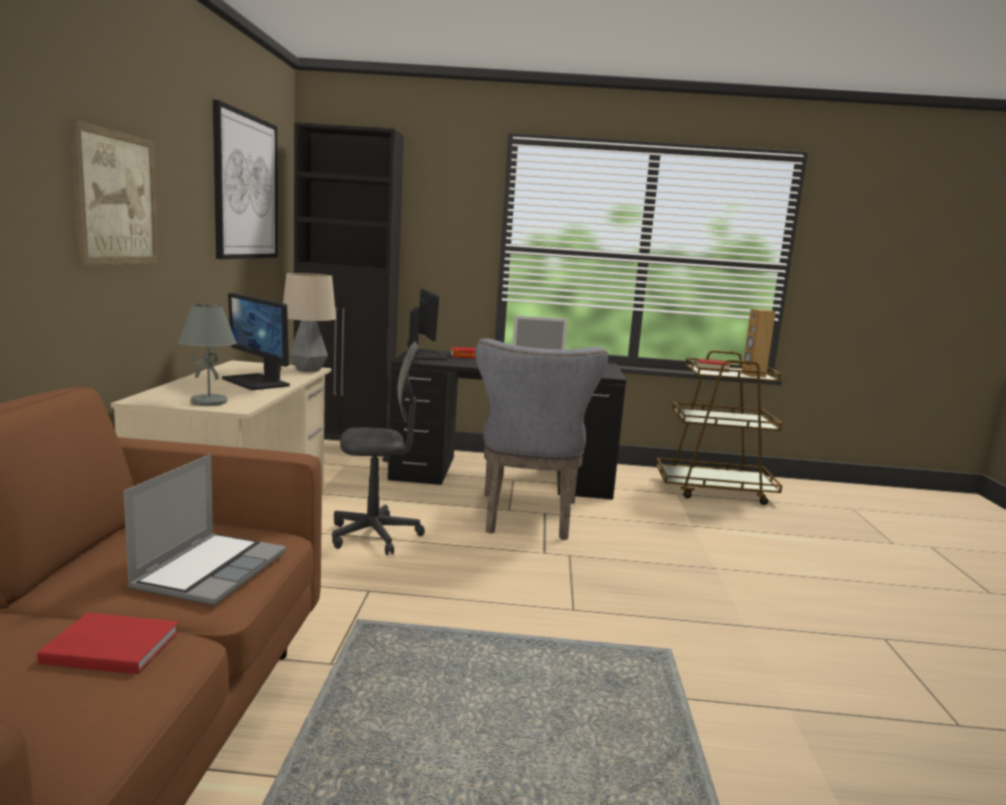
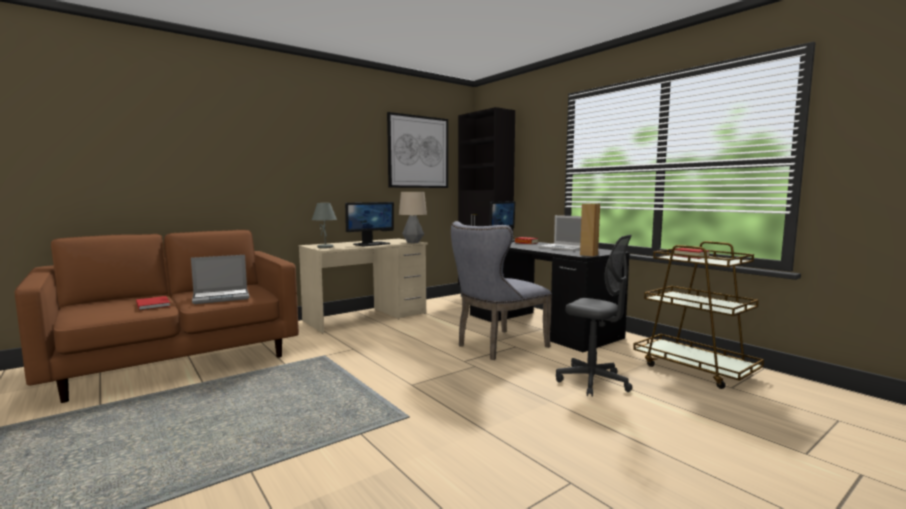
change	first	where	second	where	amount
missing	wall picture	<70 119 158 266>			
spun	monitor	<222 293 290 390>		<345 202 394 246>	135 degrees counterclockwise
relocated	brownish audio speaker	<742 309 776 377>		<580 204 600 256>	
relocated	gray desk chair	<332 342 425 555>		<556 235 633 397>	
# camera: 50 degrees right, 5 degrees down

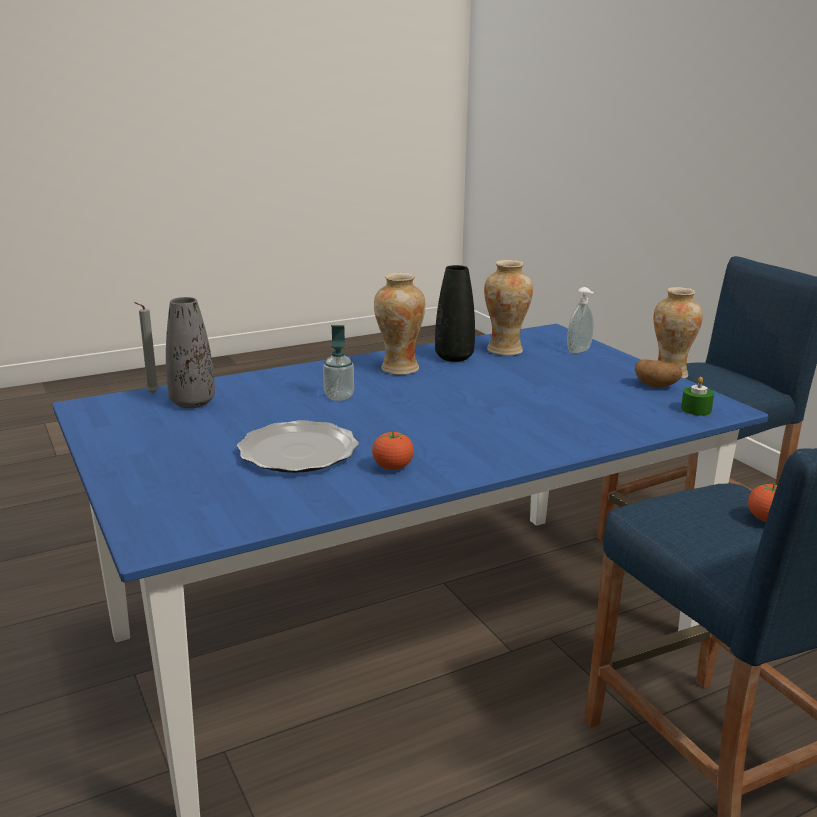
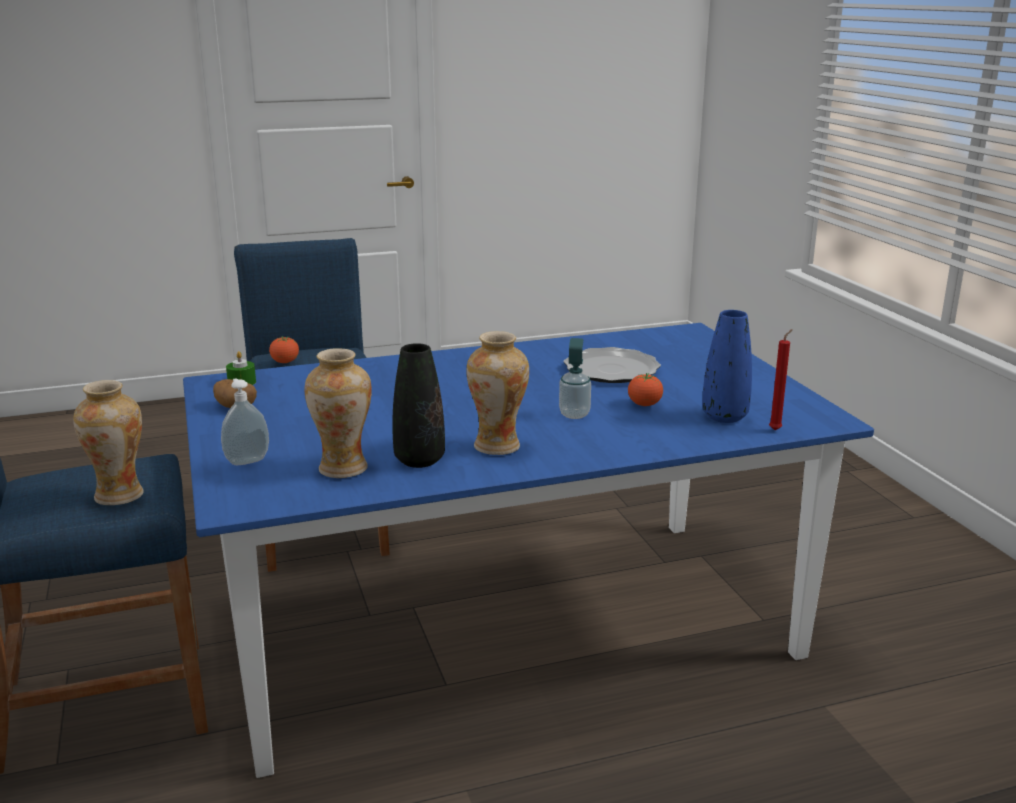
change	first	where	second	where	amount
colour	gray flower vase	<166 297 215 408>	bluish flower vase	<702 310 752 423>	
colour	gray wax light	<134 302 159 393>	red-coloured wax light	<769 329 793 430>	
relocated	tomato	<372 431 414 470>		<628 373 663 406>	
# camera: 170 degrees left, 0 degrees up

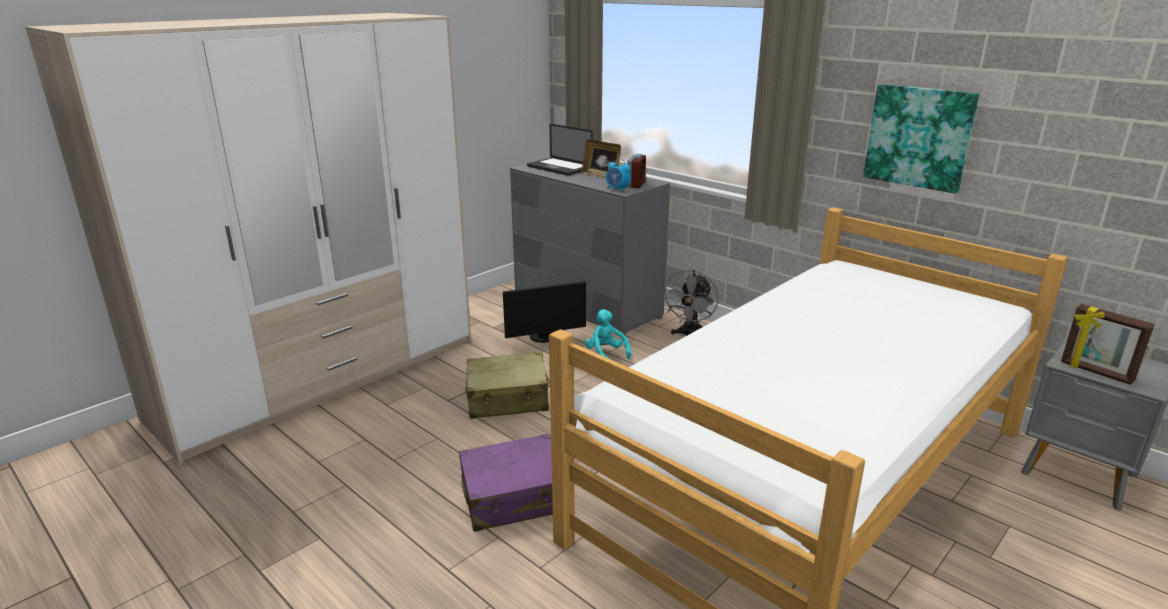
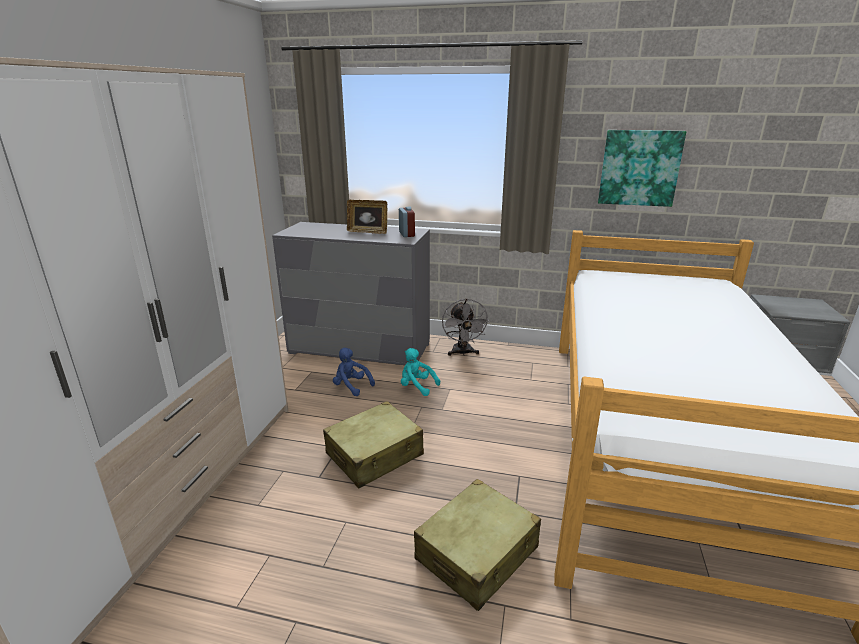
change	first	where	second	where	amount
missing	portable computer	<527 124 593 175>			
missing	table clock	<606 159 631 192>			
exchanged	monitor	<503 281 586 343>	bluish cuddly toy	<333 348 375 396>	
missing	standing frame	<1061 304 1155 385>			
colour	purplish piece of luggage	<459 434 553 532>	sand-coloured piece of luggage	<414 479 541 611>	
# camera: 30 degrees left, 0 degrees up

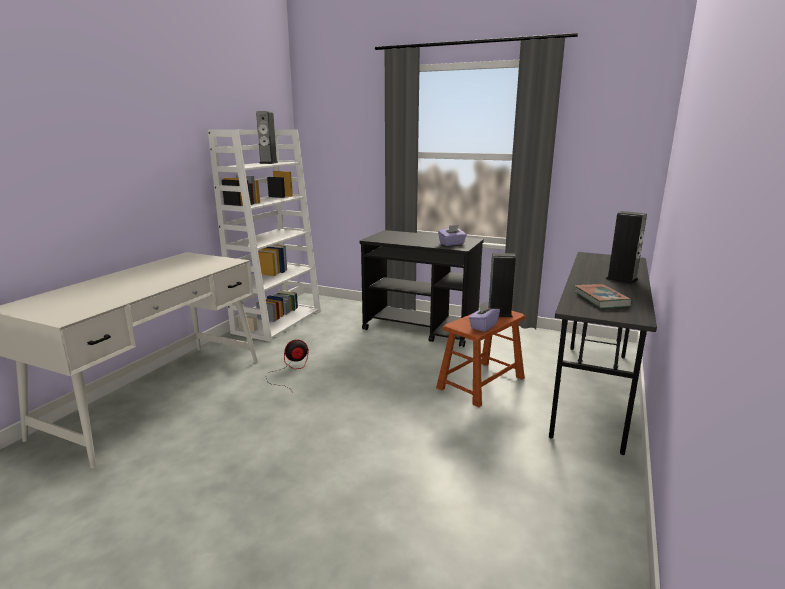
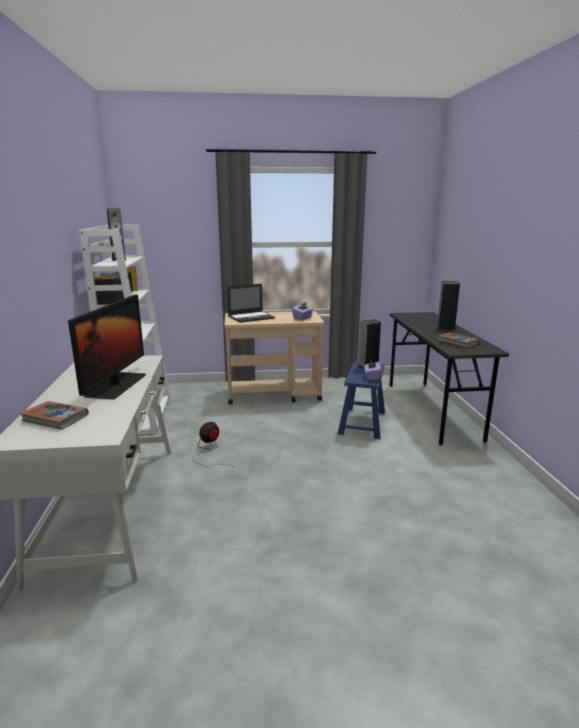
change	first	where	second	where	amount
colour	black trolley	<360 230 484 347>	sand-coloured trolley	<224 311 324 404>	
colour	brownish sitting stool	<436 306 526 407>	bluish sitting stool	<338 362 385 439>	
appeared			portable computer	<227 284 275 323>	
appeared			monitor	<68 295 146 400>	
appeared			bound book	<20 401 89 430>	
# camera: 30 degrees left, 0 degrees up

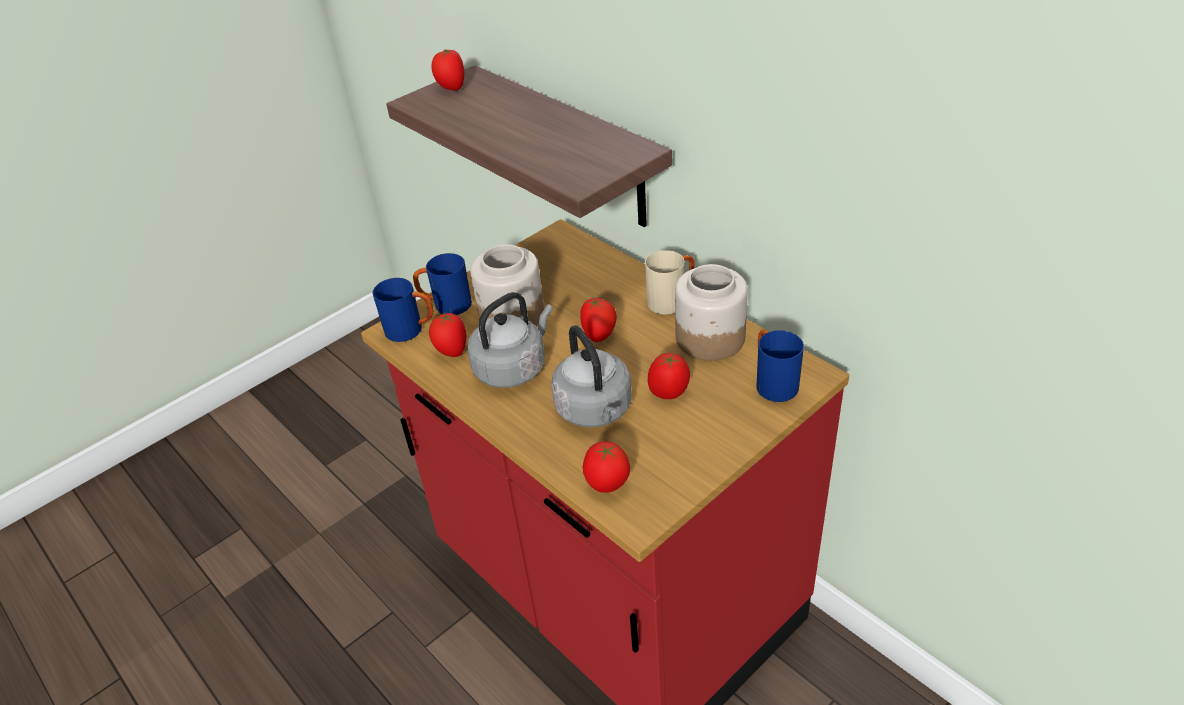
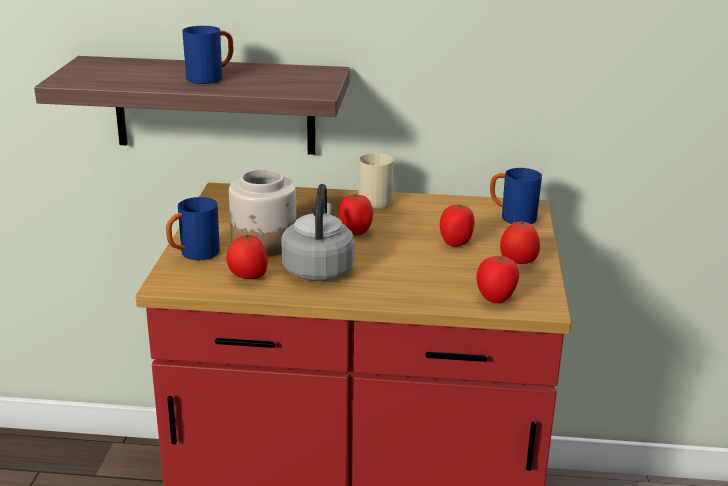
change	first	where	second	where	amount
relocated	tomato	<431 49 464 90>		<500 221 540 264>	
missing	preserve jar	<675 264 748 361>			
relocated	bluish coffee mug	<372 278 433 342>		<182 26 233 84>	
missing	gray tea kettle	<551 325 632 427>			
# camera: 45 degrees left, 15 degrees down

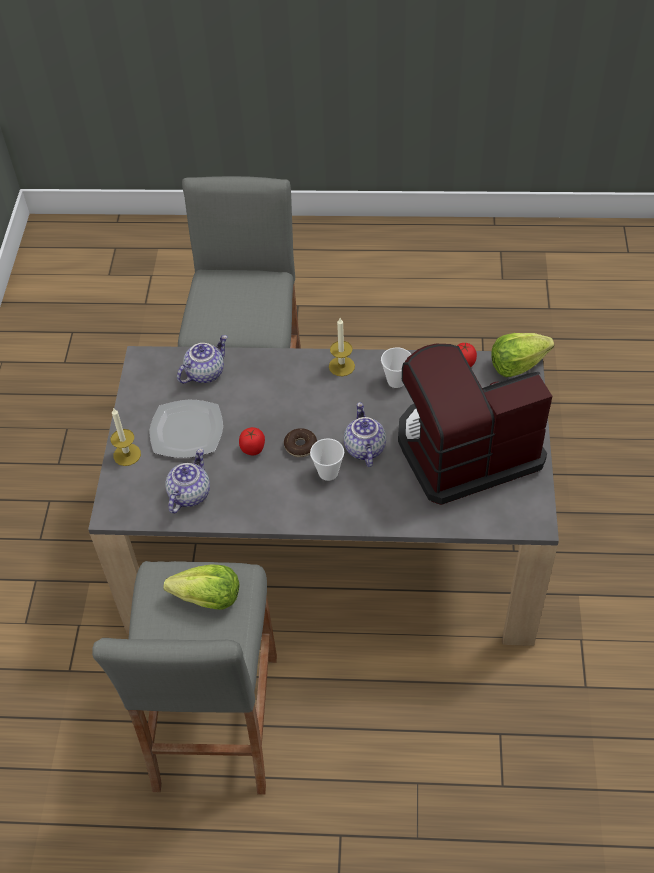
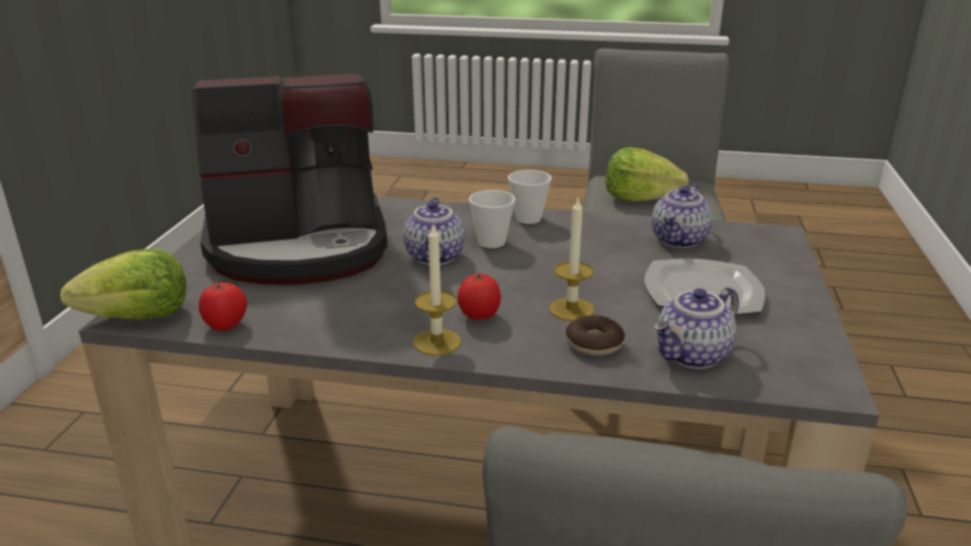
change	first	where	second	where	amount
relocated	cup	<381 347 411 388>		<508 170 552 224>	
relocated	wax light	<111 408 141 466>		<549 196 594 321>	
relocated	tomato	<239 427 265 455>		<457 272 501 320>	
relocated	ring doughnut	<284 428 317 457>		<566 315 625 356>	
# camera: 175 degrees left, 25 degrees down

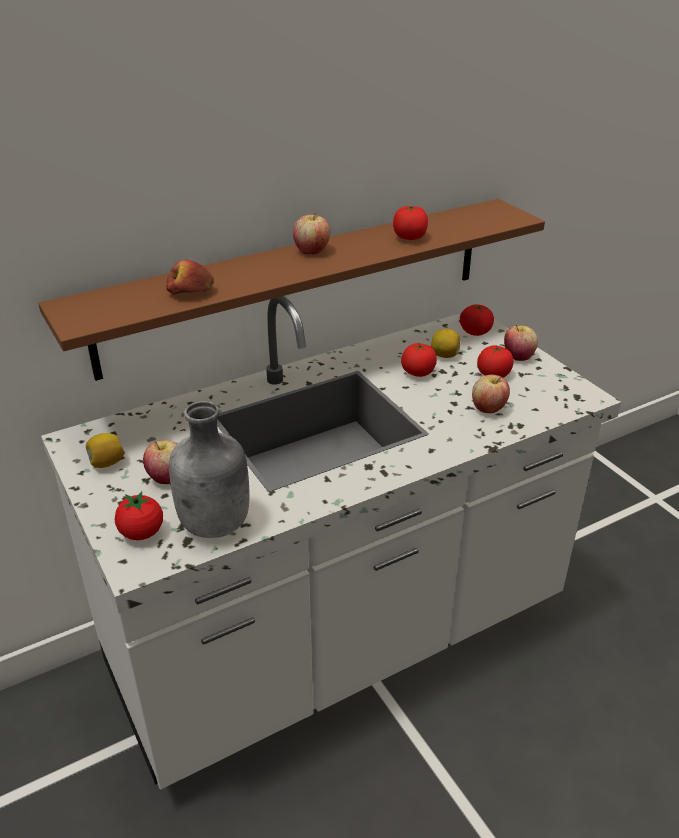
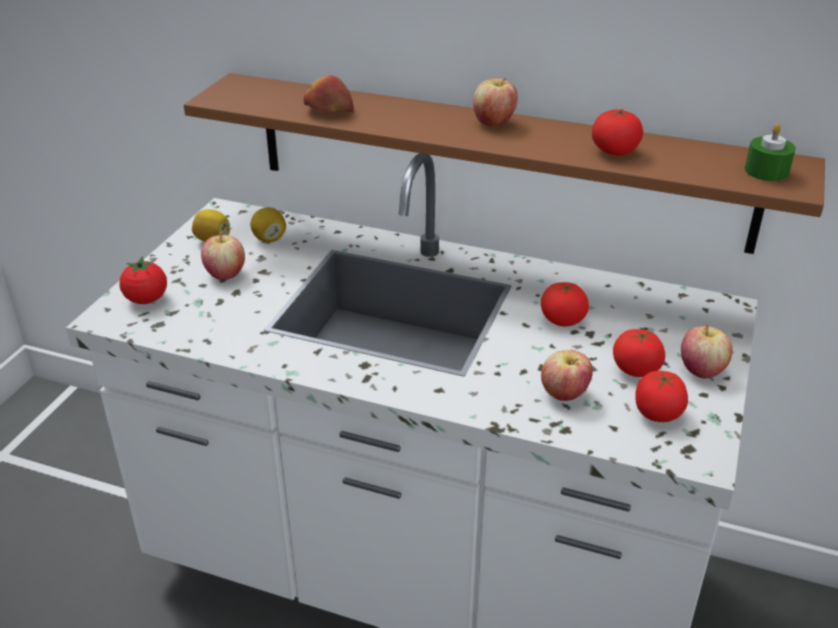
change	first	where	second	where	amount
relocated	tomato	<460 304 494 336>		<635 371 688 422>	
relocated	lemon	<431 329 461 358>		<250 207 286 242>	
missing	gray beverage bottle	<169 401 250 538>			
appeared			green wax light	<745 123 796 181>	
# camera: 50 degrees right, 0 degrees up

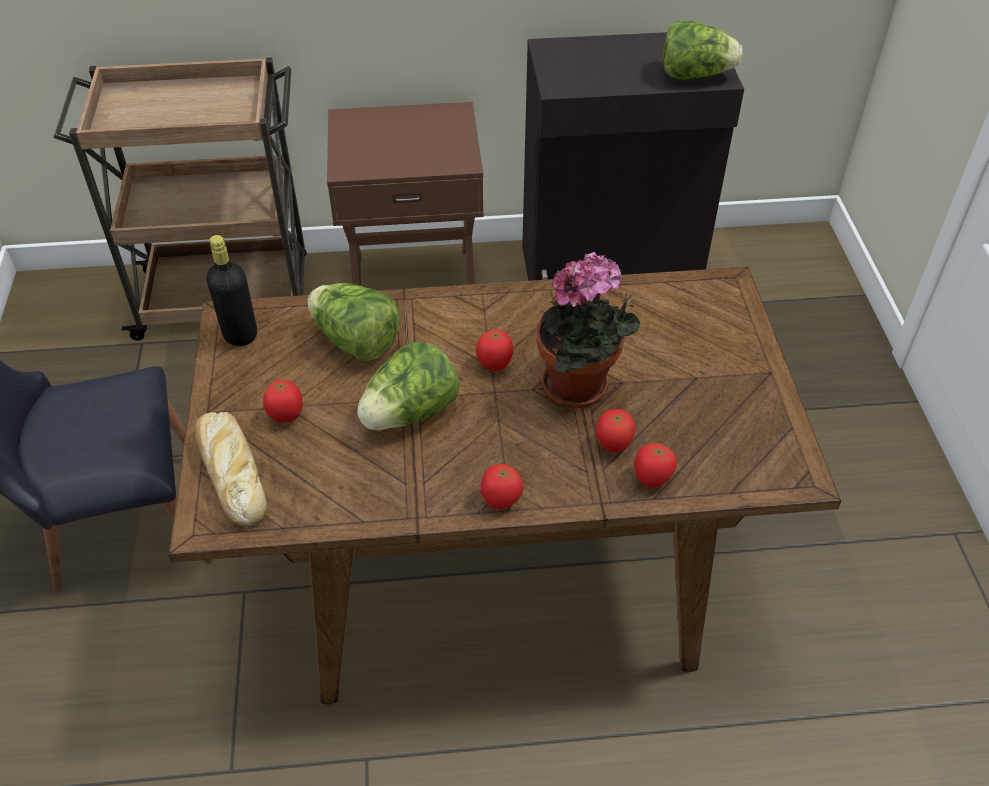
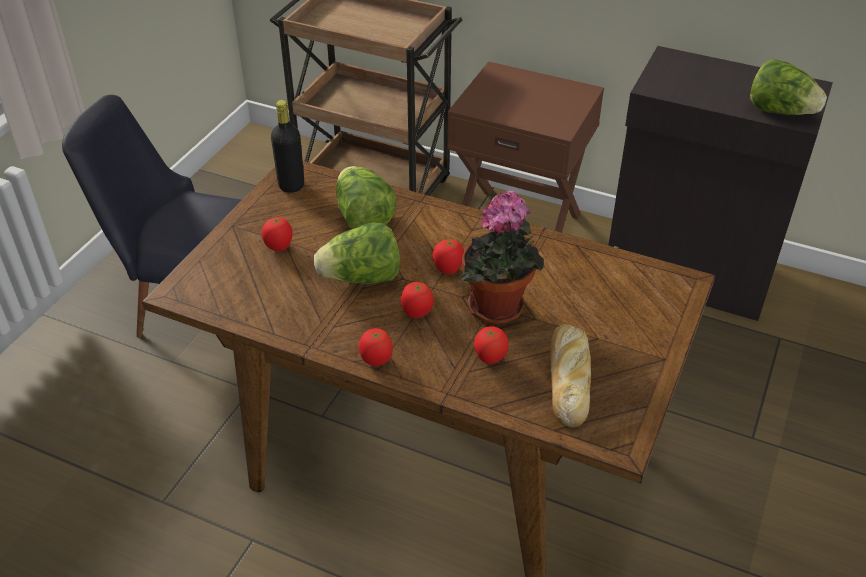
change	first	where	second	where	amount
relocated	bread	<195 412 267 527>		<550 324 591 428>	
relocated	tomato	<634 443 677 488>		<401 282 434 318>	
# camera: 30 degrees right, 5 degrees down

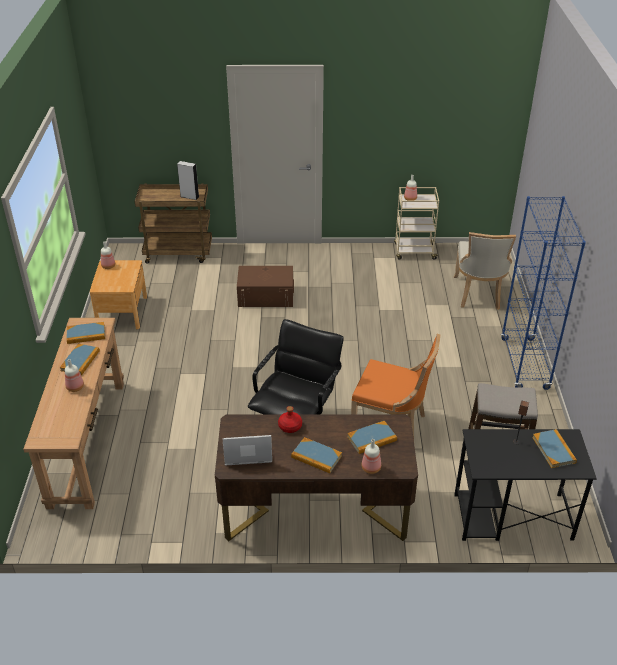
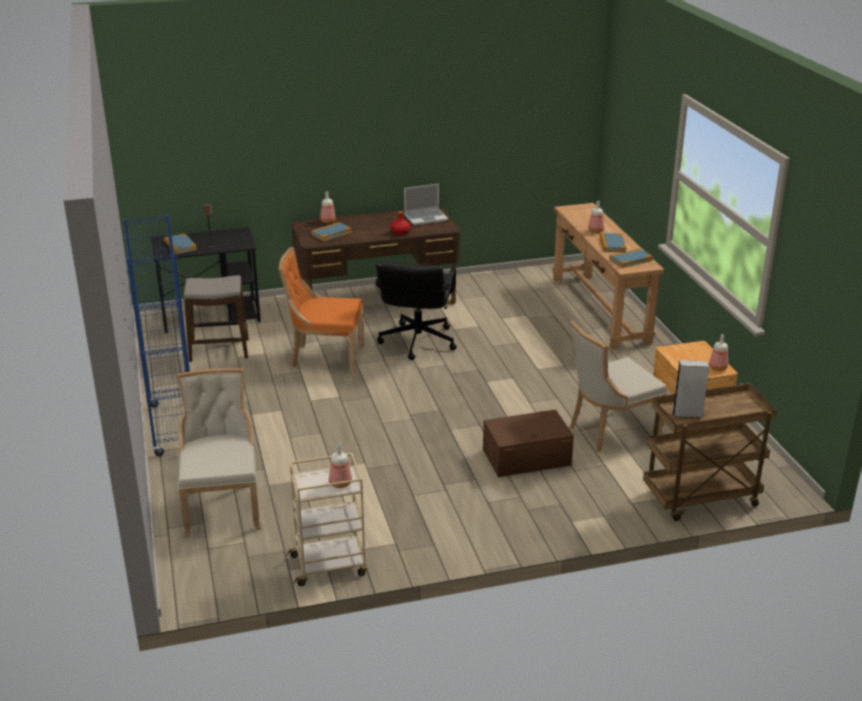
change	first	where	second	where	amount
missing	bound book	<291 437 342 473>			
appeared			sand-coloured chair	<570 320 667 452>	
# camera: 165 degrees right, 10 degrees down

